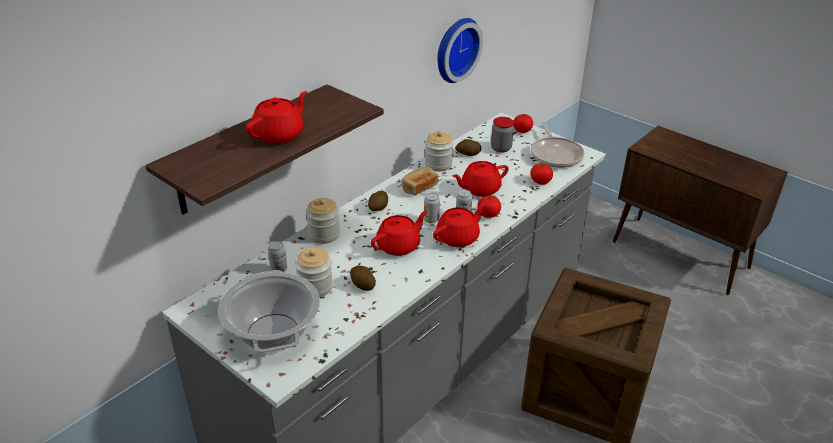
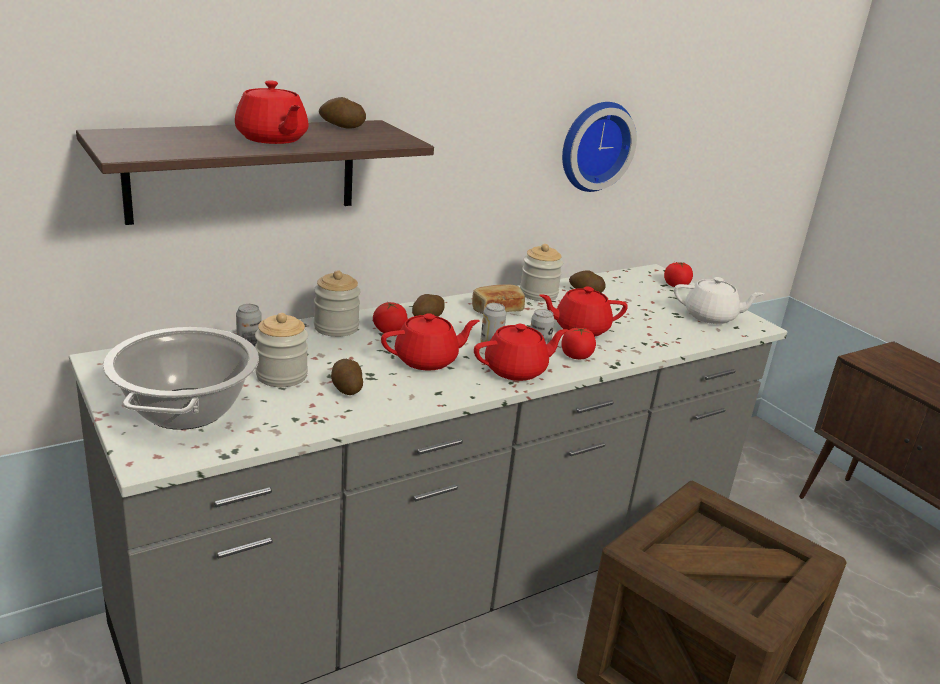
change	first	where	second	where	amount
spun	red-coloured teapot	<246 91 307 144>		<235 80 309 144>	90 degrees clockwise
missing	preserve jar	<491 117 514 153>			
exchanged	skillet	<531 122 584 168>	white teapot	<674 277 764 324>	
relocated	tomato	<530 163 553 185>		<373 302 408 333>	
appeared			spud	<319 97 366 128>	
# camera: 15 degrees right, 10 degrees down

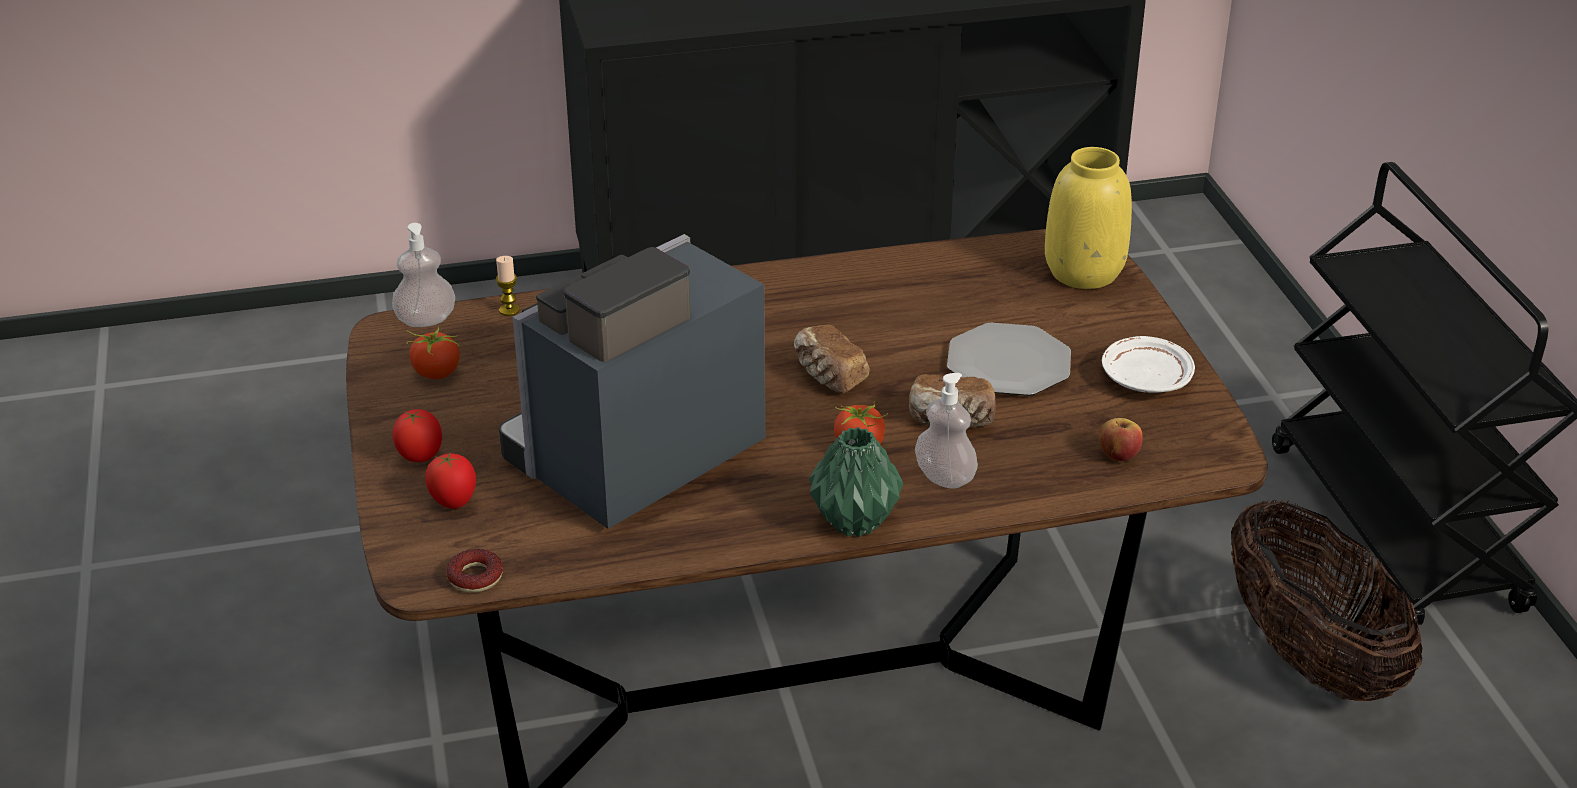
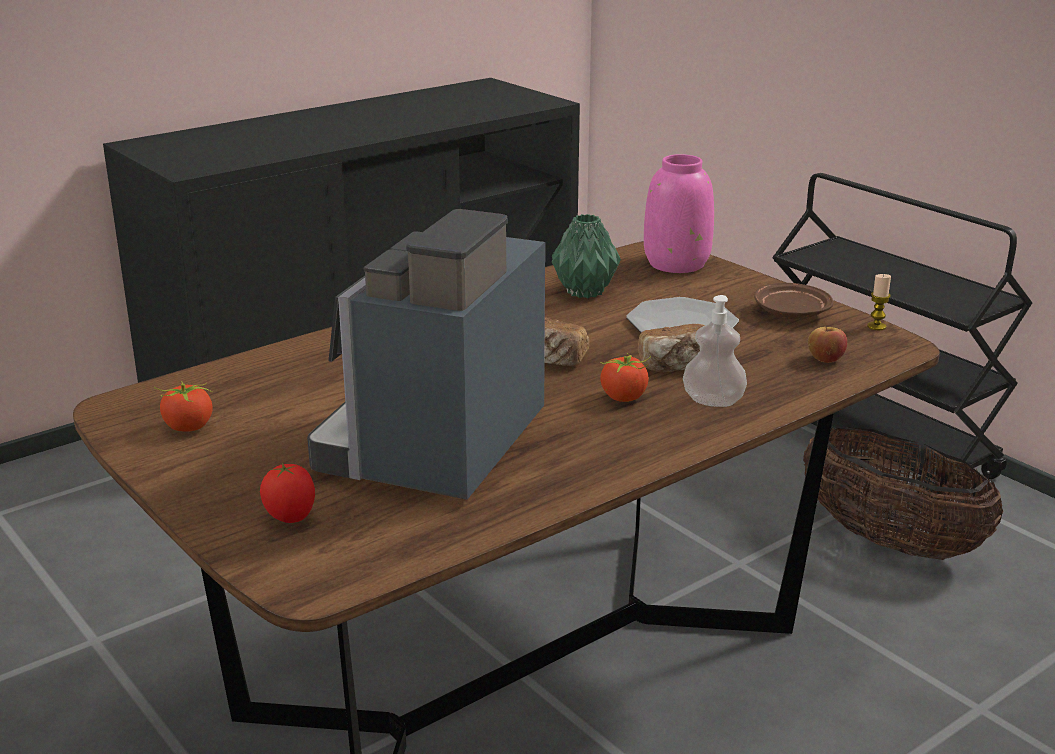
change	first	where	second	where	amount
colour	yellowish flower vase	<1045 147 1132 289>	pinkish flower vase	<644 154 714 273>	
missing	soap dispenser	<392 223 455 327>			
relocated	wax light	<496 256 520 316>		<867 274 891 330>	
colour	white flat dish	<1102 336 1195 393>	brownish flat dish	<754 283 833 319>	
missing	tomato	<393 409 442 462>			
relocated	green flower vase	<809 427 903 537>		<552 214 621 298>	
missing	ring doughnut	<446 549 503 593>			
# camera: 25 degrees left, 10 degrees down

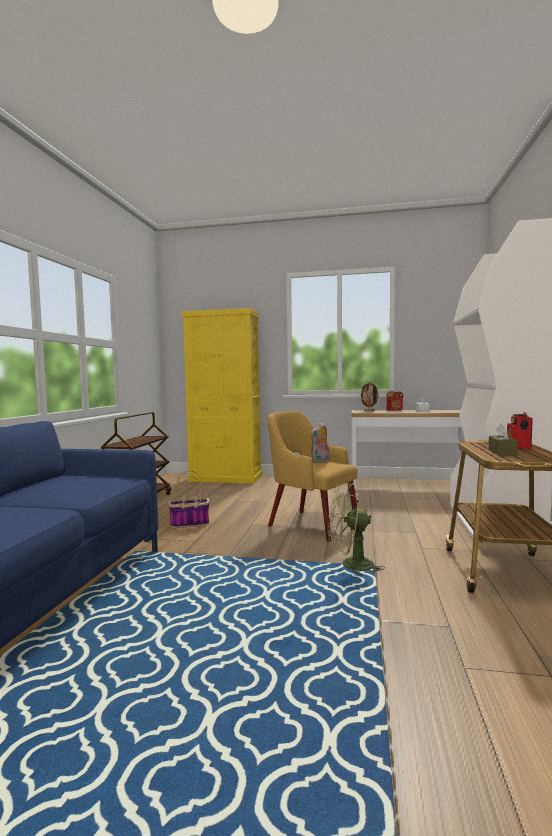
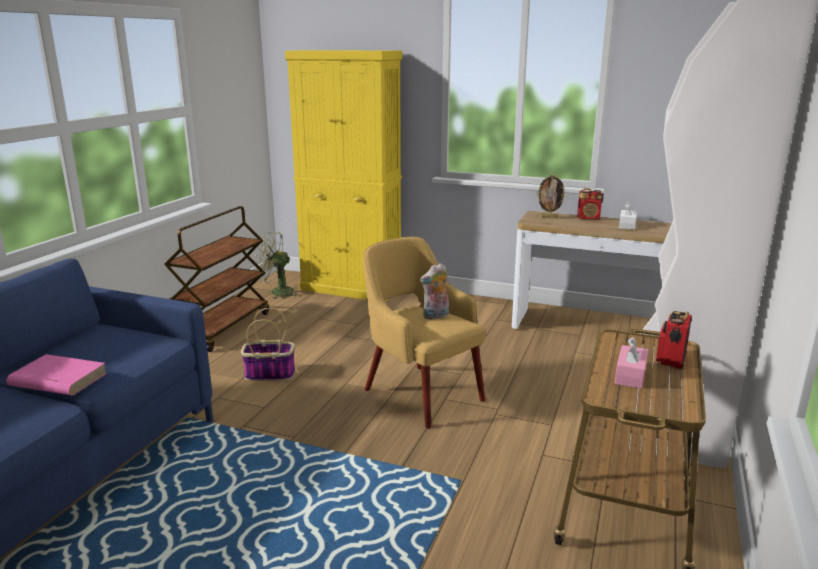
change	first	where	second	where	amount
colour	brownish tissue box	<489 423 518 456>	pinkish tissue box	<615 337 648 389>	
relocated	green cooling fan	<328 483 385 576>		<254 232 299 299>	
appeared			pinkish bound book	<6 354 107 396>	
# camera: 10 degrees right, 15 degrees up

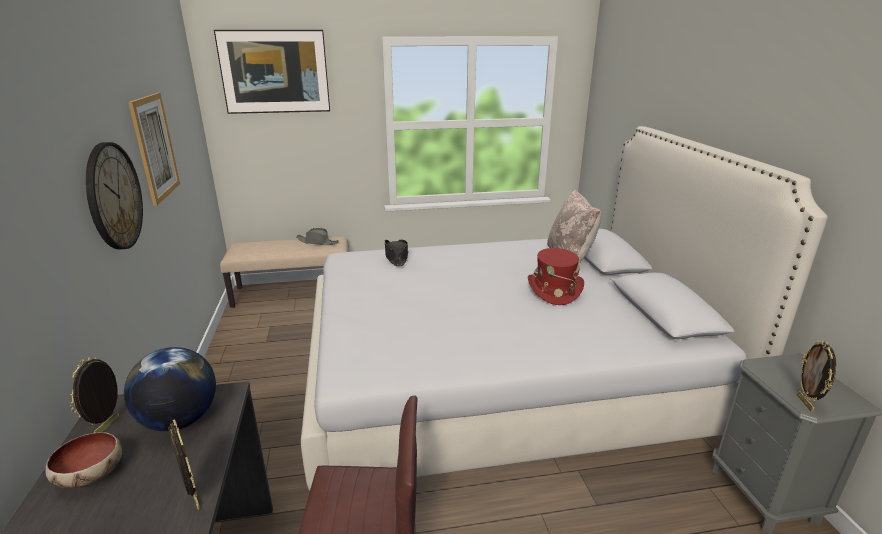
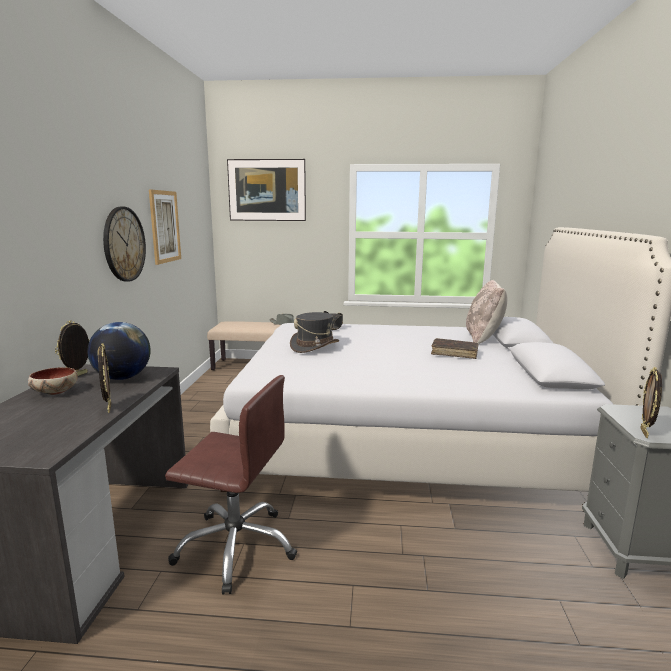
change	first	where	second	where	amount
exchanged	red-coloured clothing hat	<528 248 584 305>	brownish bound book	<431 338 479 359>	
appeared			gray clothing hat	<290 312 339 353>	
# camera: 15 degrees right, 10 degrees down

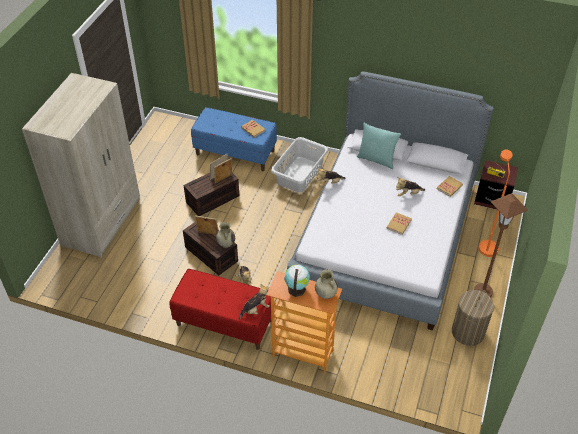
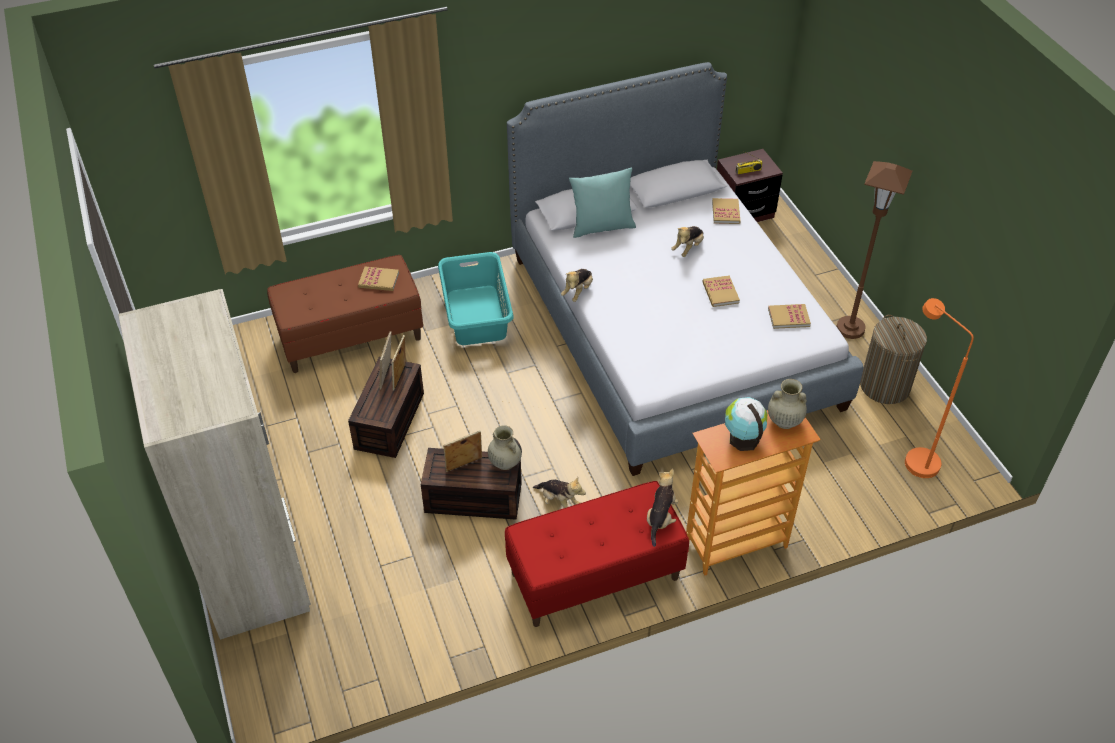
change	first	where	second	where	amount
colour	bluish indoor bench	<191 107 277 171>	brownish indoor bench	<267 255 423 373>	
colour	gray washing basket	<271 137 328 193>	blue-green washing basket	<438 252 514 345>	
relocated	orange standing lamp	<478 149 513 257>		<905 298 974 478>	
appeared			bound book	<768 304 811 329>	
# camera: 40 degrees left, 0 degrees up

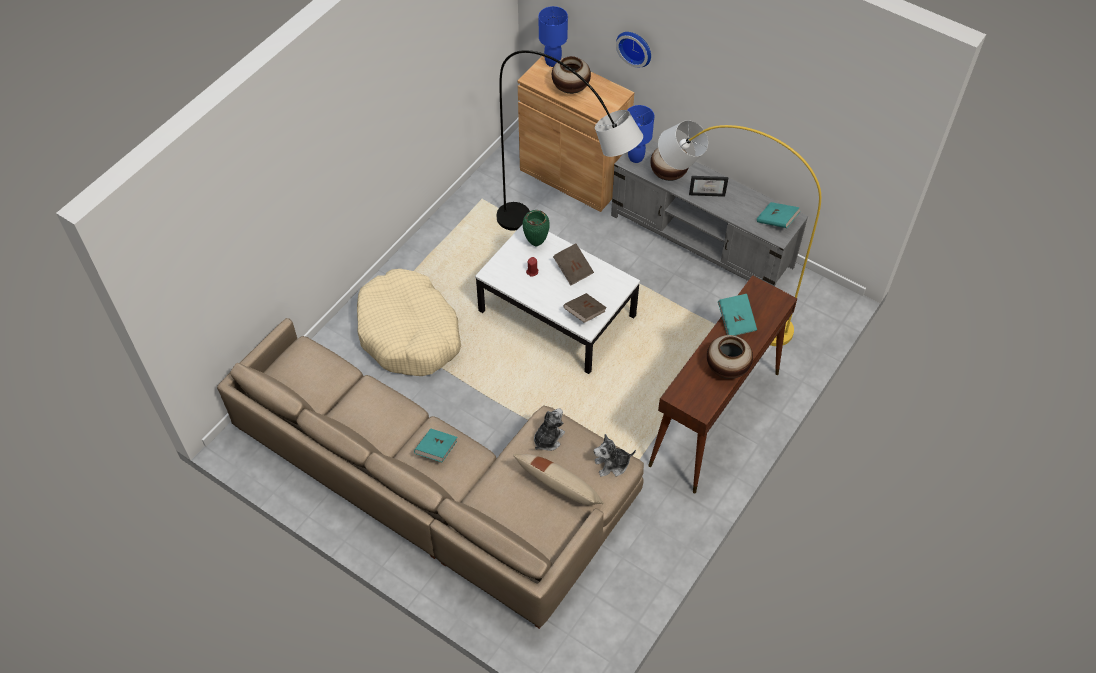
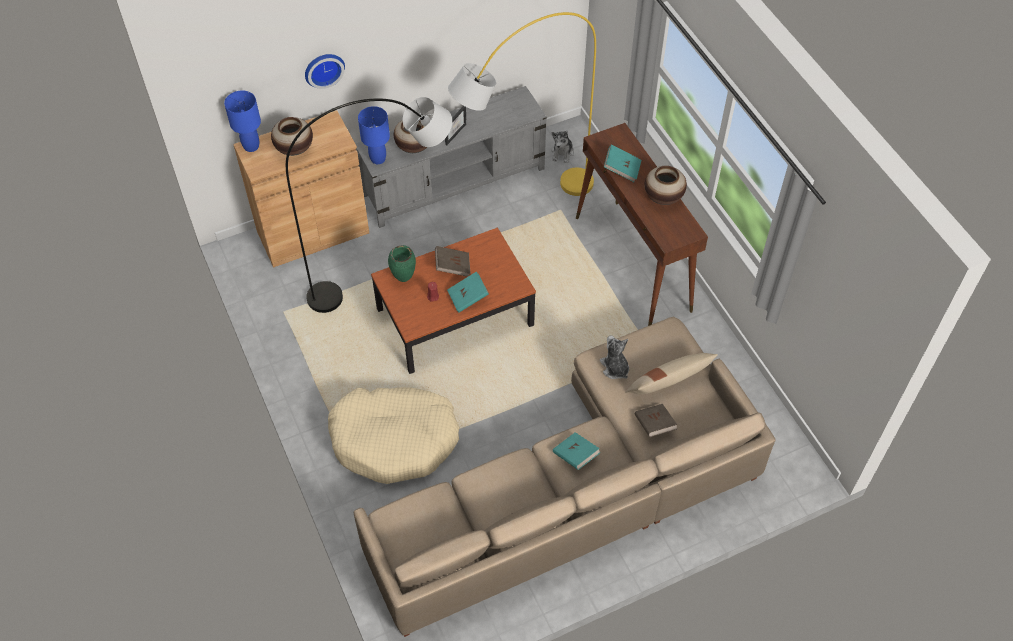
change	first	where	second	where	amount
relocated	blue-green bound book	<757 202 801 228>		<447 271 489 312>	
colour	white coffee table	<475 224 640 374>	brownish coffee table	<371 228 536 374>	
relocated	brownish bound book	<564 293 607 323>		<635 404 677 437>	
relocated	cuddly toy	<594 434 636 477>		<552 131 574 163>	
# camera: 60 degrees left, 0 degrees up

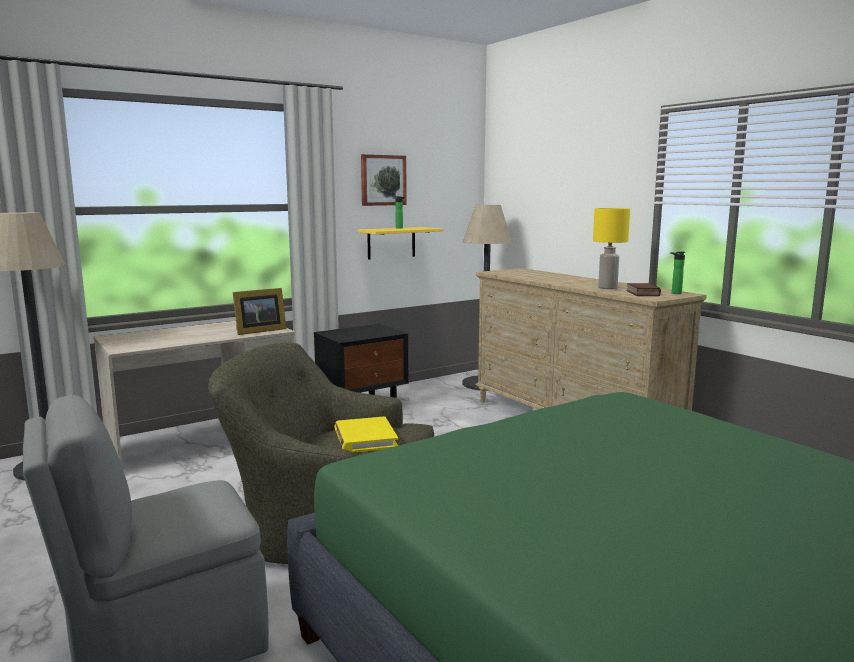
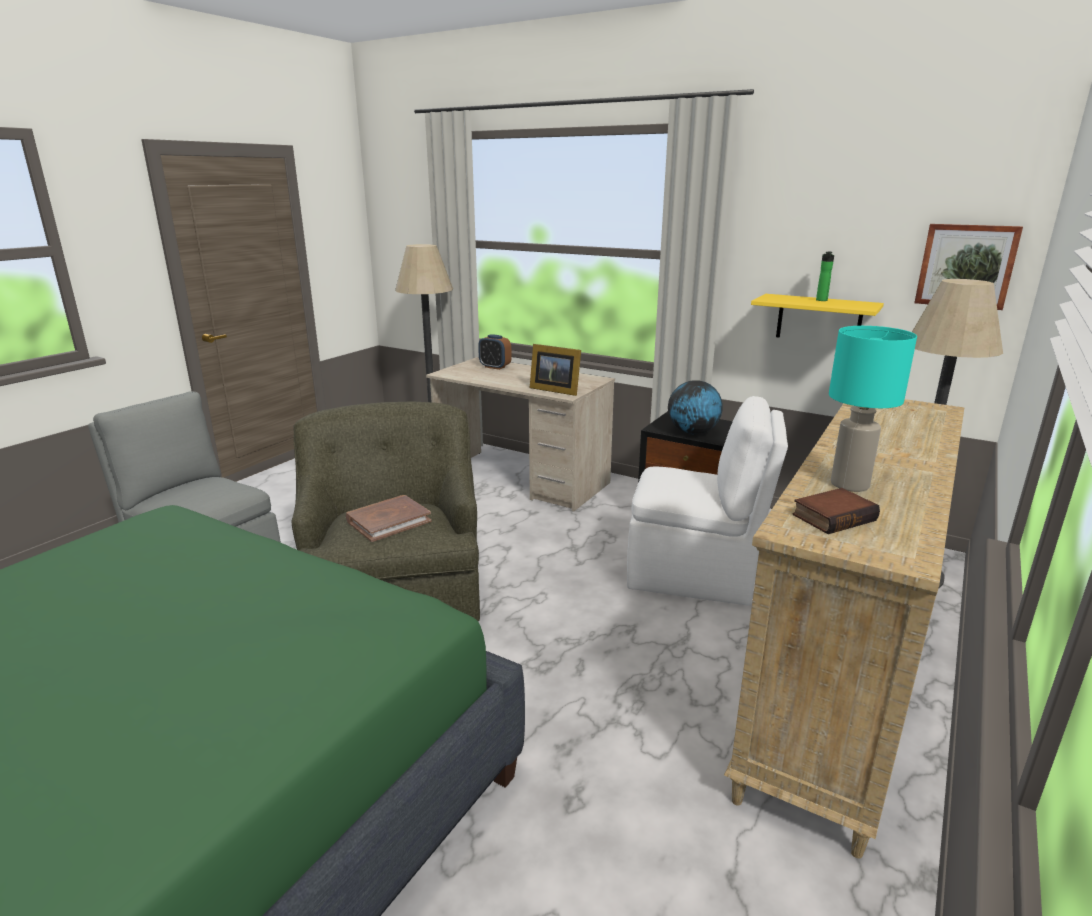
change	first	where	second	where	amount
relocated	wall picture	<361 154 407 206>		<914 224 1023 310>	
colour	yellowish table lamp	<593 208 630 289>	blue-green table lamp	<829 326 917 492>	
missing	beverage bottle	<670 251 685 294>			
colour	yellowish bound book	<334 416 398 453>	brownish bound book	<346 495 432 542>	
appeared			table clock	<478 334 512 370>	
appeared			world globe	<668 380 723 435>	
appeared			white chair	<627 396 788 606>	
# camera: 65 degrees right, 10 degrees up

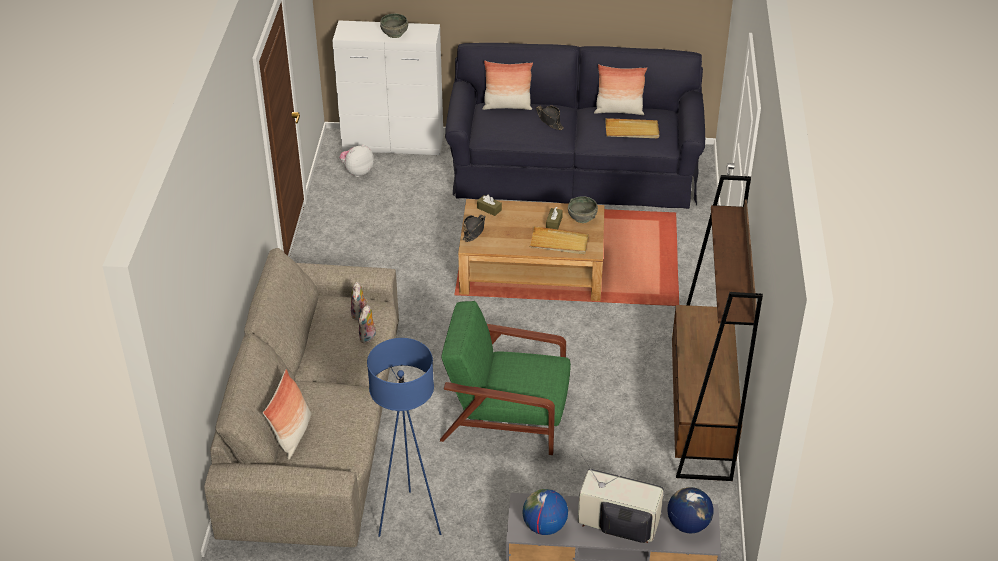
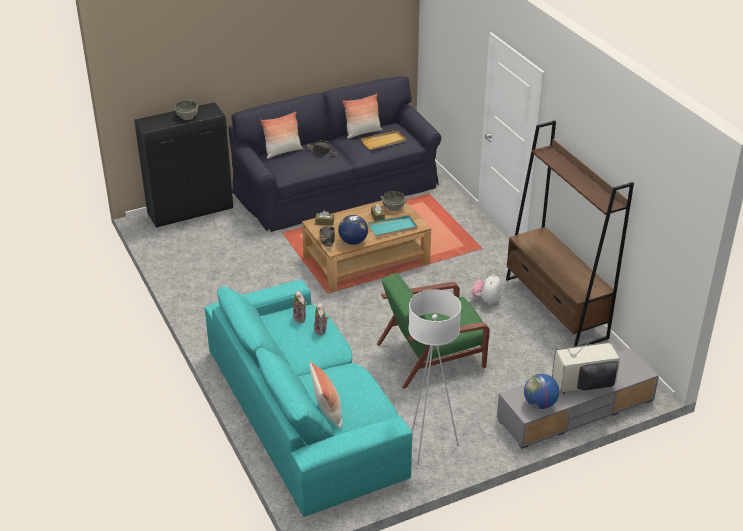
change	first	where	second	where	amount
colour	white cupboard	<333 21 443 155>	black cupboard	<134 102 233 228>	
relocated	cuddly toy	<339 144 374 177>		<472 274 502 305>	
colour	sand-coloured serving tray	<529 226 589 254>	blue-green serving tray	<368 215 417 236>	
colour	sand-coloured couch	<204 248 399 547>	blue-green couch	<205 280 412 517>	
colour	bluish standing lamp	<367 338 441 537>	white standing lamp	<408 289 461 465>	
relocated	world globe	<667 487 714 533>		<338 215 368 245>	
# camera: 30 degrees left, 5 degrees down

